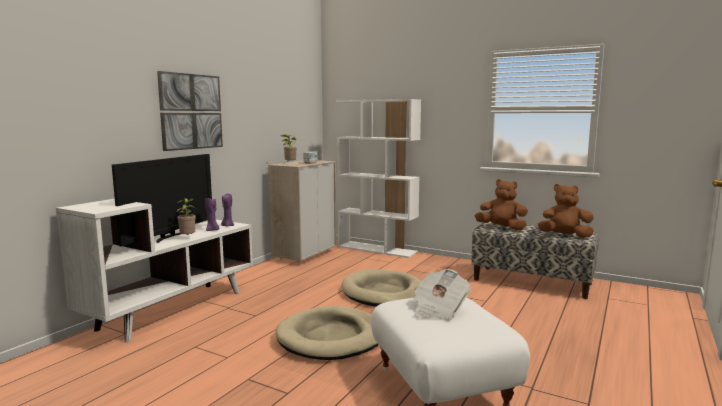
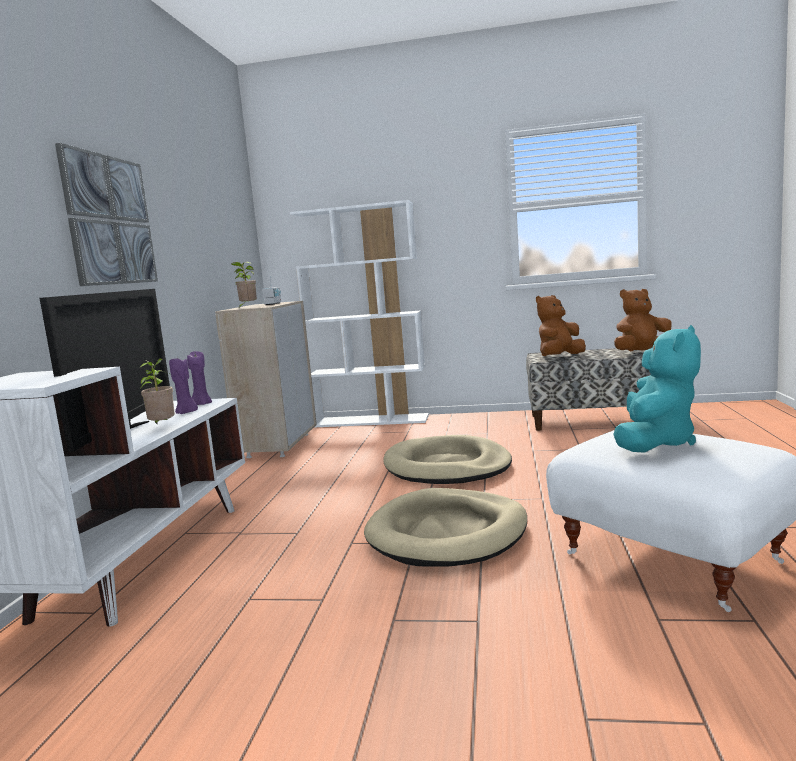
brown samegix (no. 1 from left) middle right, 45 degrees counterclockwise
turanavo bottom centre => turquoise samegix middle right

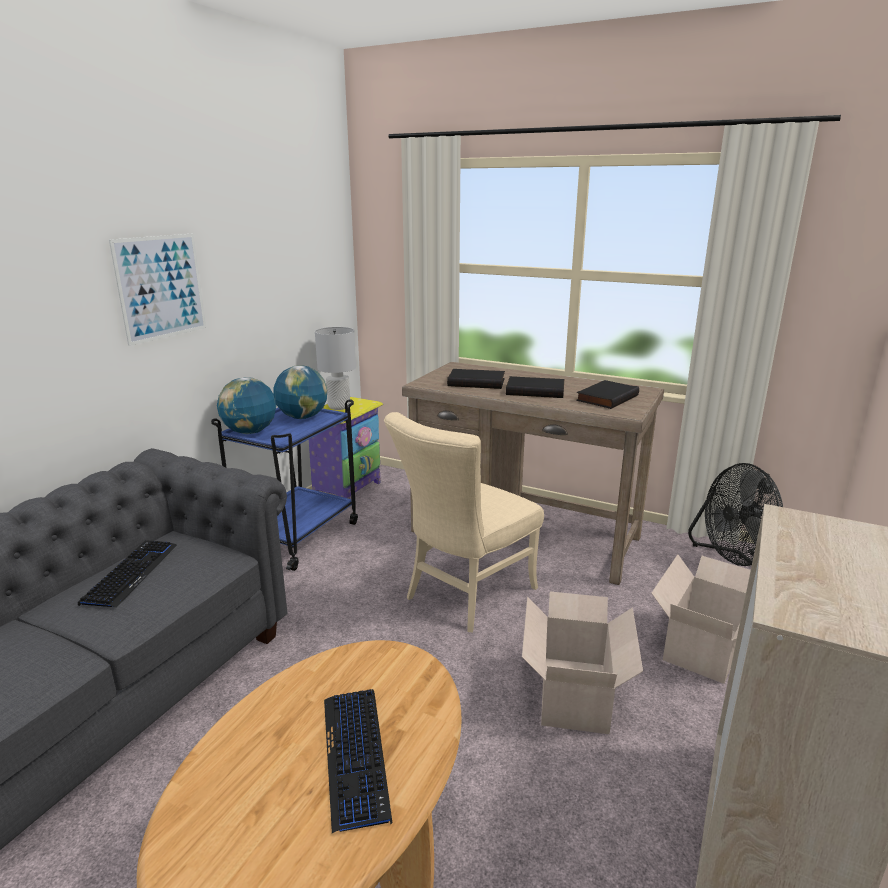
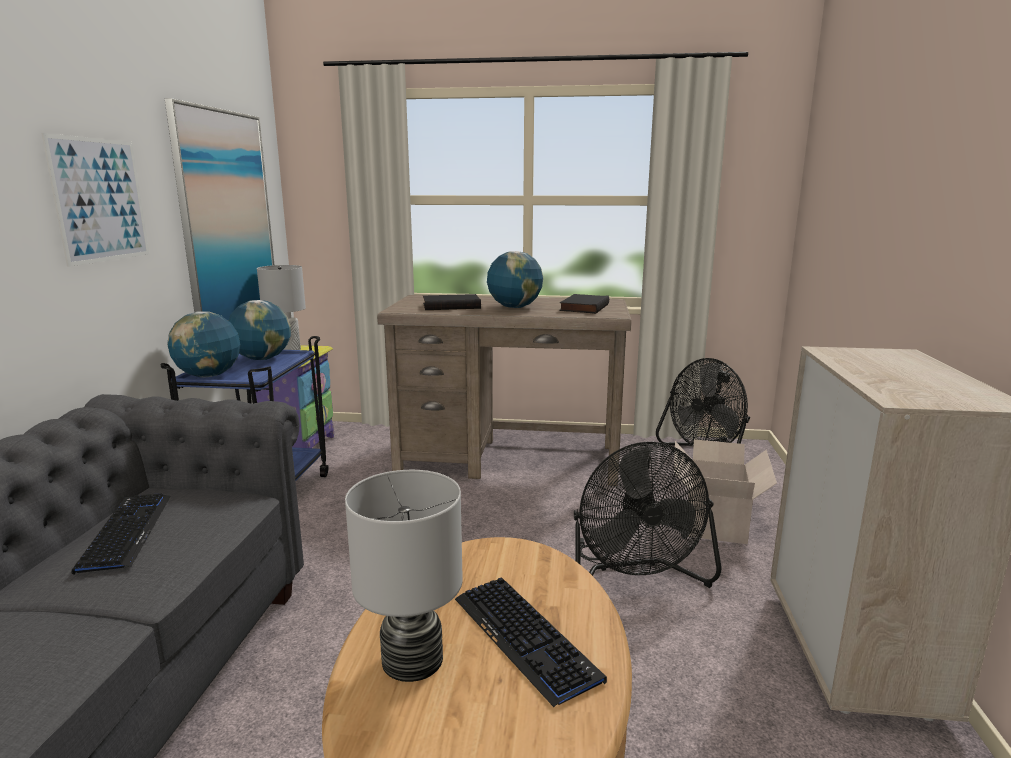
nothing => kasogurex (no. 2 from left) top left
nothing => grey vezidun (no. 2 from left) bottom centre
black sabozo (no. 2 from left) centre => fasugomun (no. 3 from left) centre
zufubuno (no. 1 from left) bottom centre => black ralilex (no. 1 from left) bottom centre
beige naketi centre => nothing

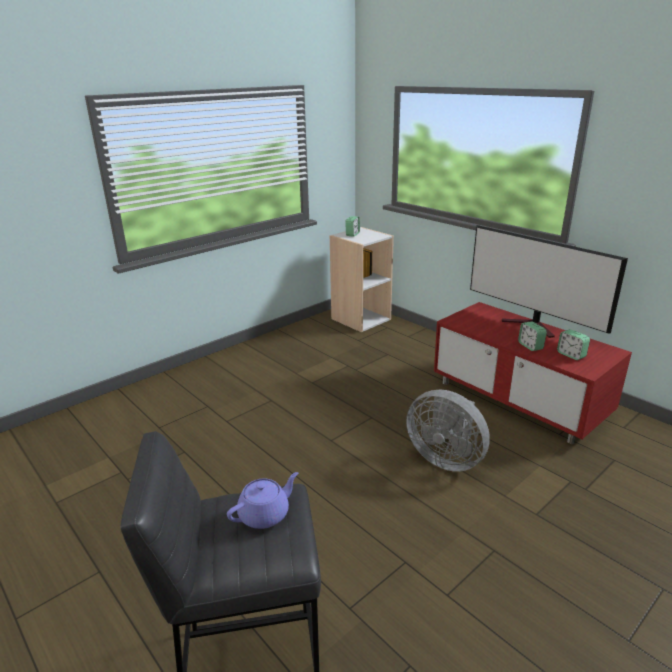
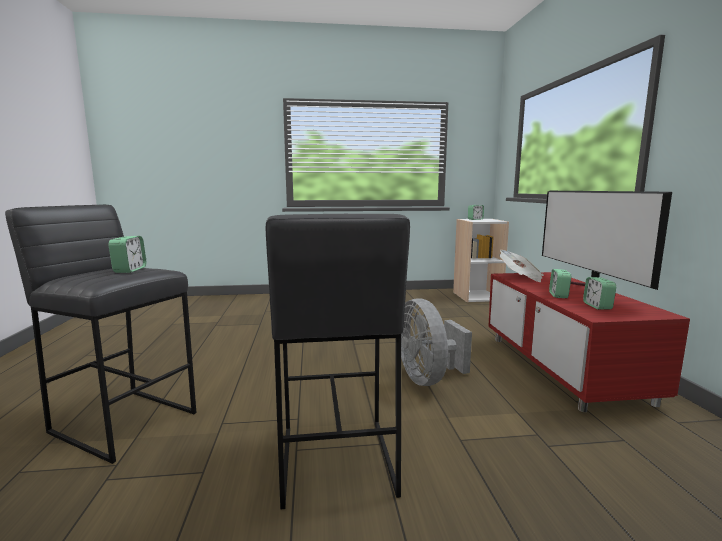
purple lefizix bottom centre => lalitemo (no. 1 from left) middle left
nothing => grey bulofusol (no. 2 from left) bottom centre
nothing => turanavo middle right

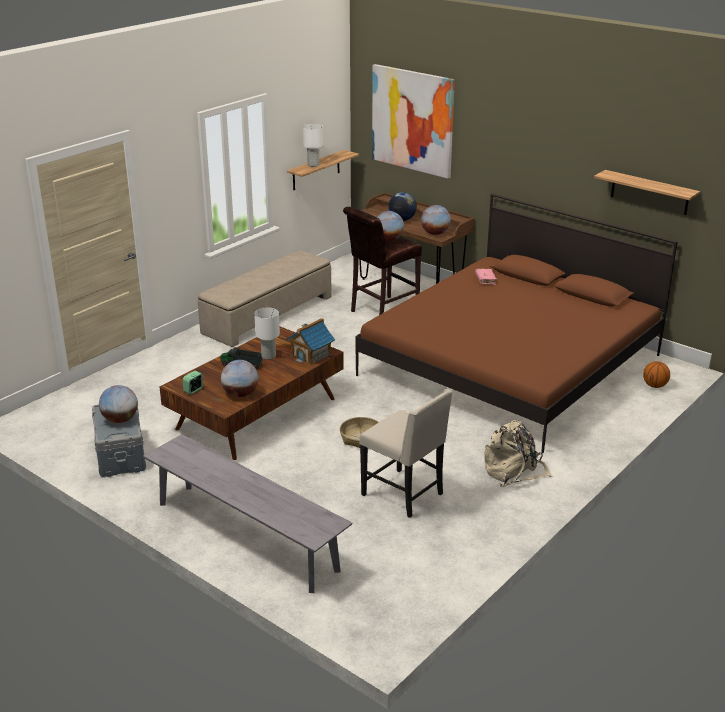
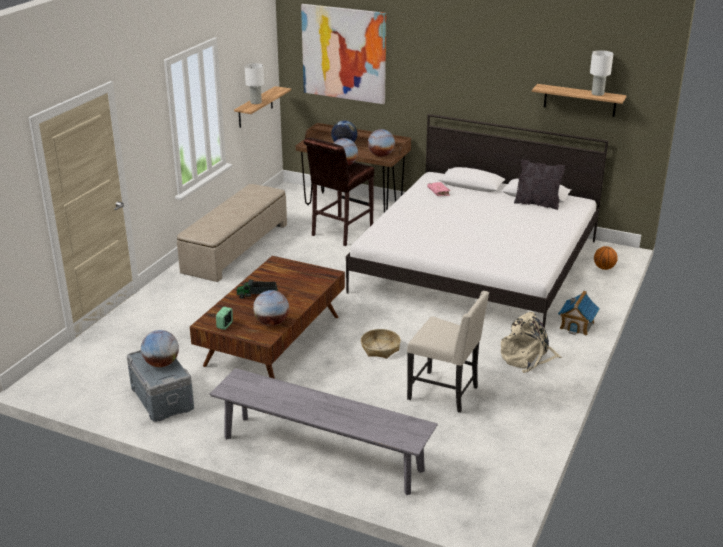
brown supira middle right => white supira centre
nothing => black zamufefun middle right
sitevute centre => sitevute middle right, shifted
white vezidun (no. 1 from left in the first image) centre => white vezidun (no. 2 from left) top right, shifted

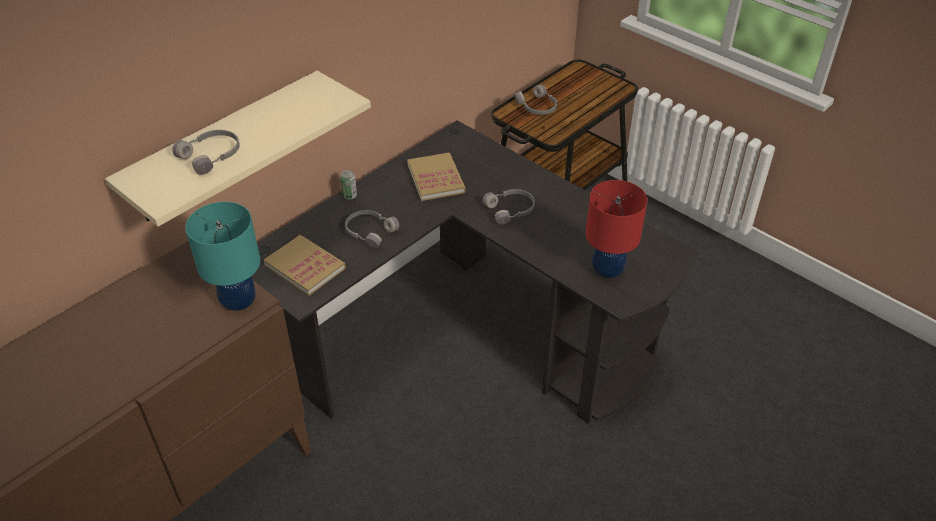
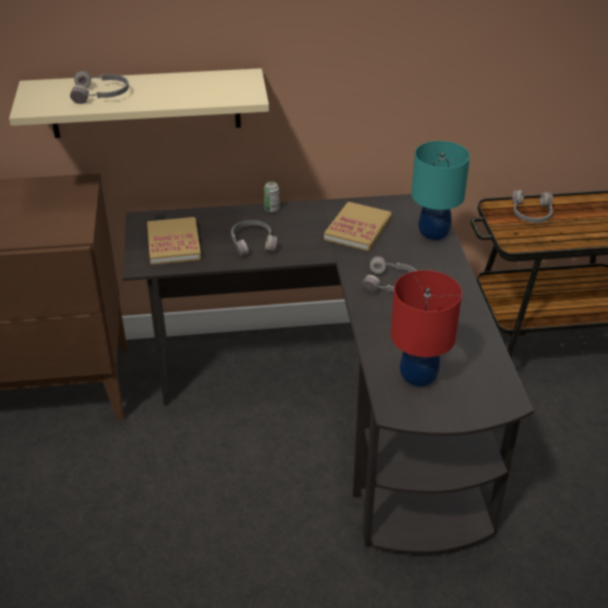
turquoise vezidun middle left => turquoise vezidun top right, shifted

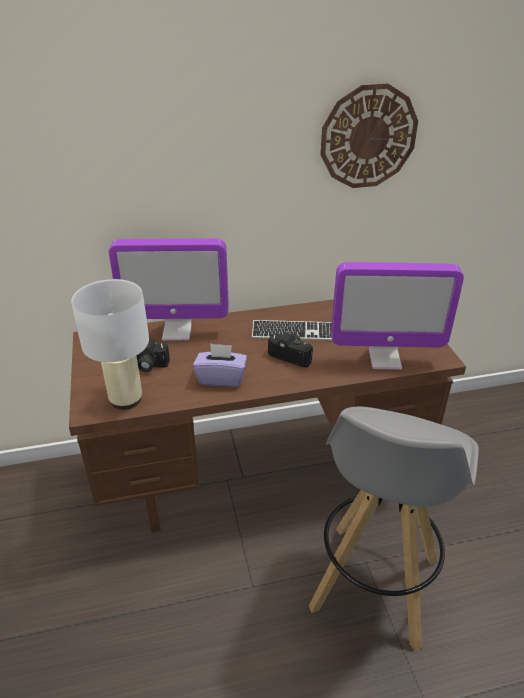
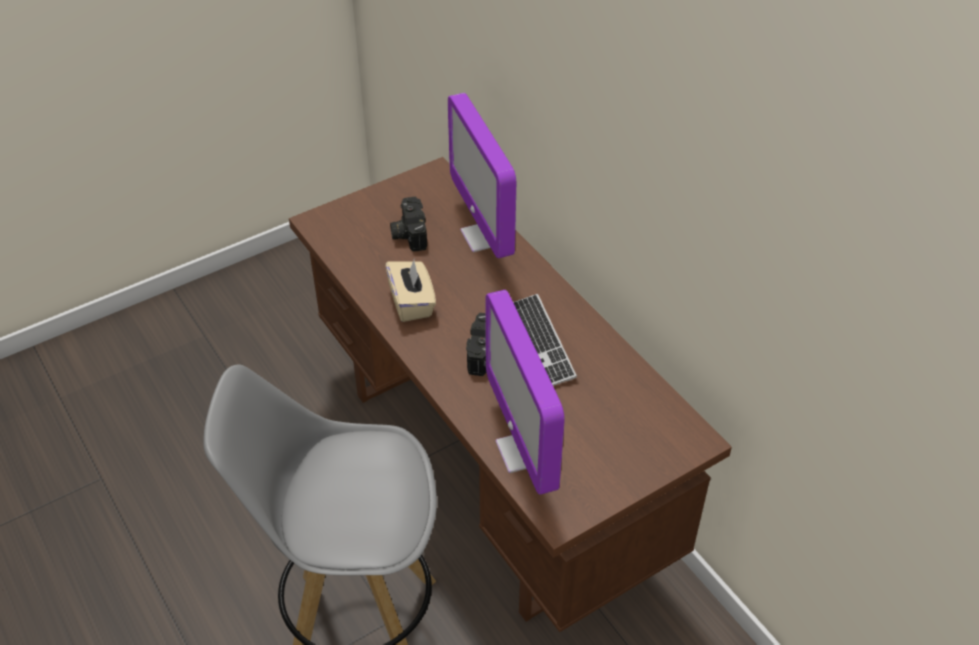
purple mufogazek centre => beige mufogazek centre
white vezidun middle left => nothing
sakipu top right => nothing

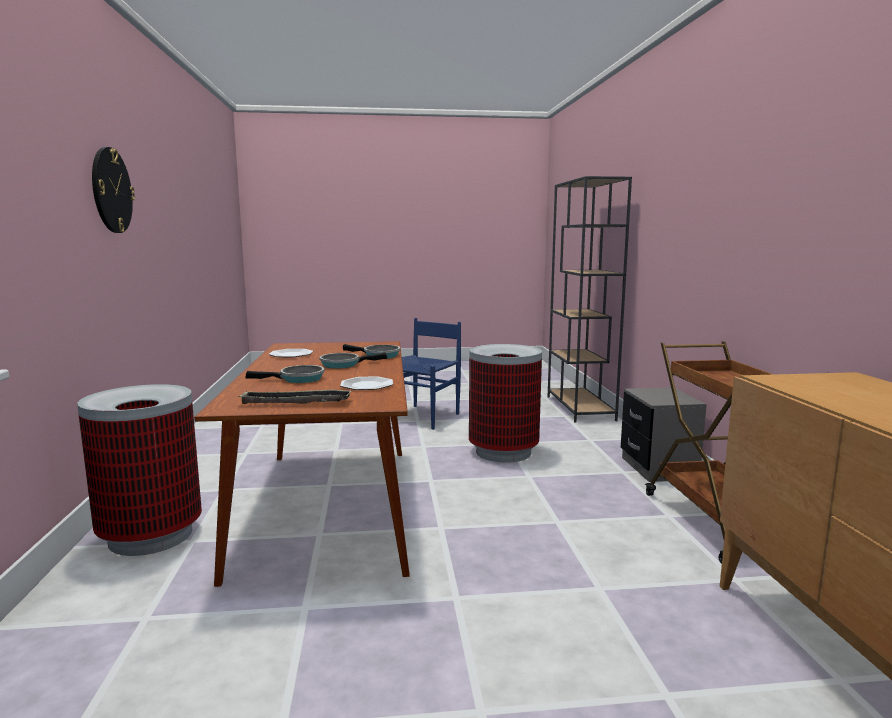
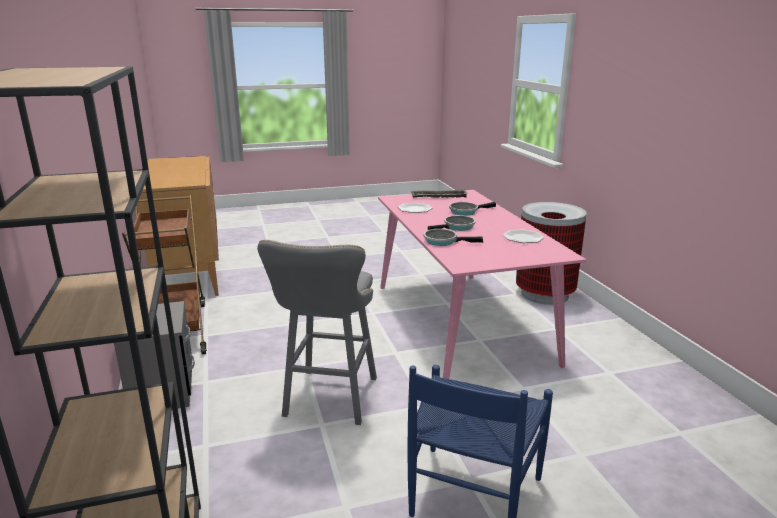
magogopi (no. 2 from left) centre => grey bulofusol centre
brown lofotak centre => pink lofotak centre
sakipu top left => nothing

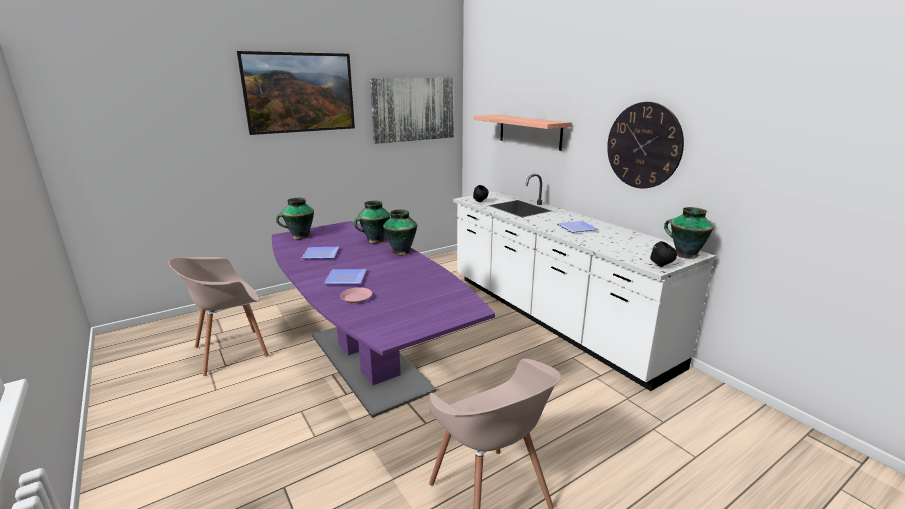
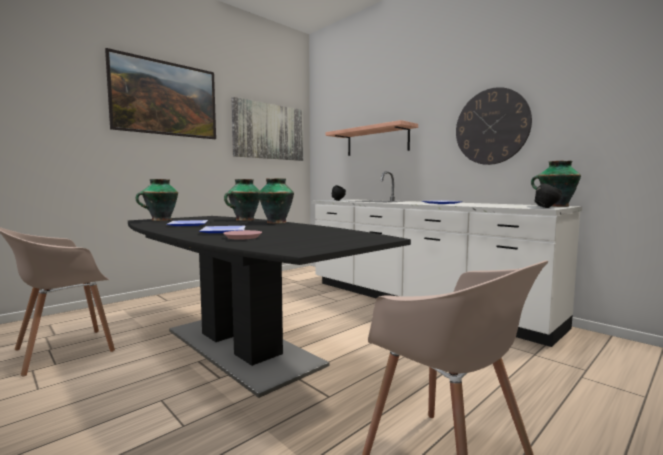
purple lofotak centre => black lofotak bottom centre

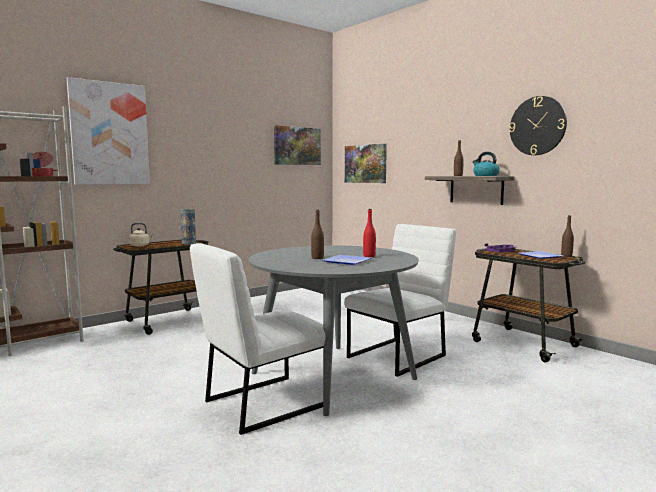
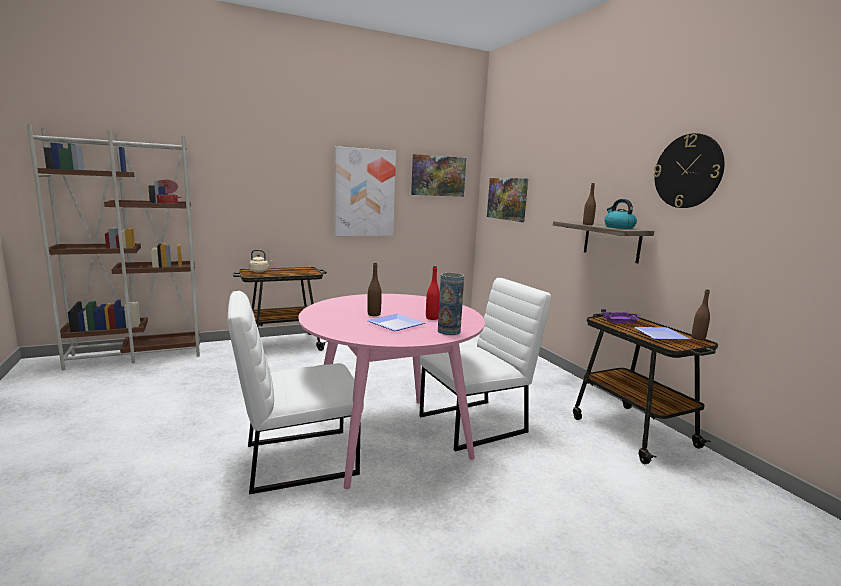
grey lofotak bottom centre => pink lofotak bottom centre
kasogurex (no. 1 from left) top left => kasogurex (no. 1 from left) top centre, shifted
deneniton middle left => deneniton centre, shifted

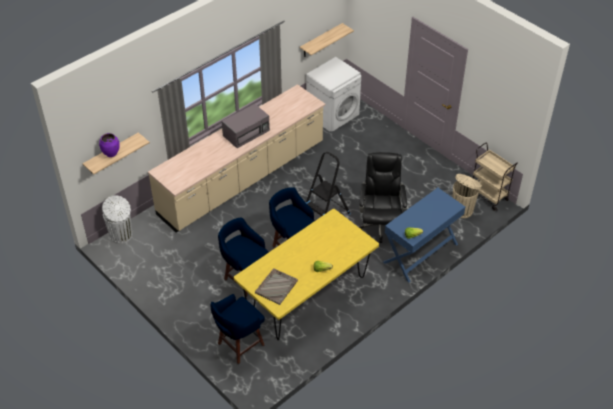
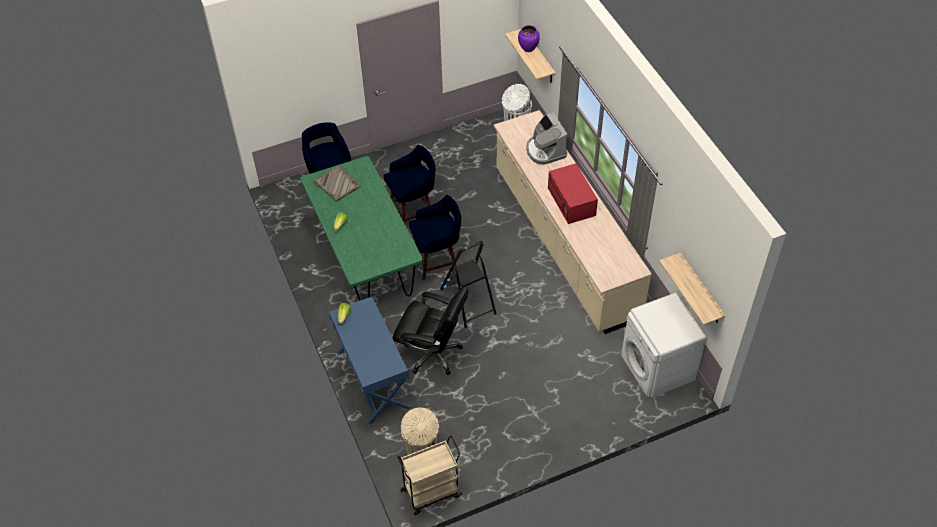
yellow lofotak bottom centre => green lofotak centre
nothing => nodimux top centre
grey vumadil top centre => red vumadil centre

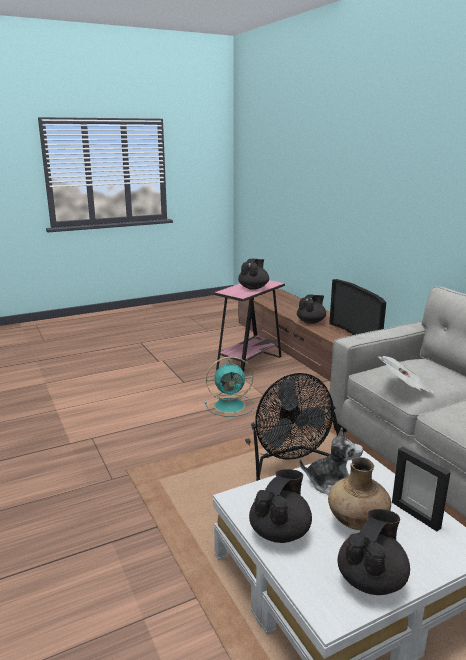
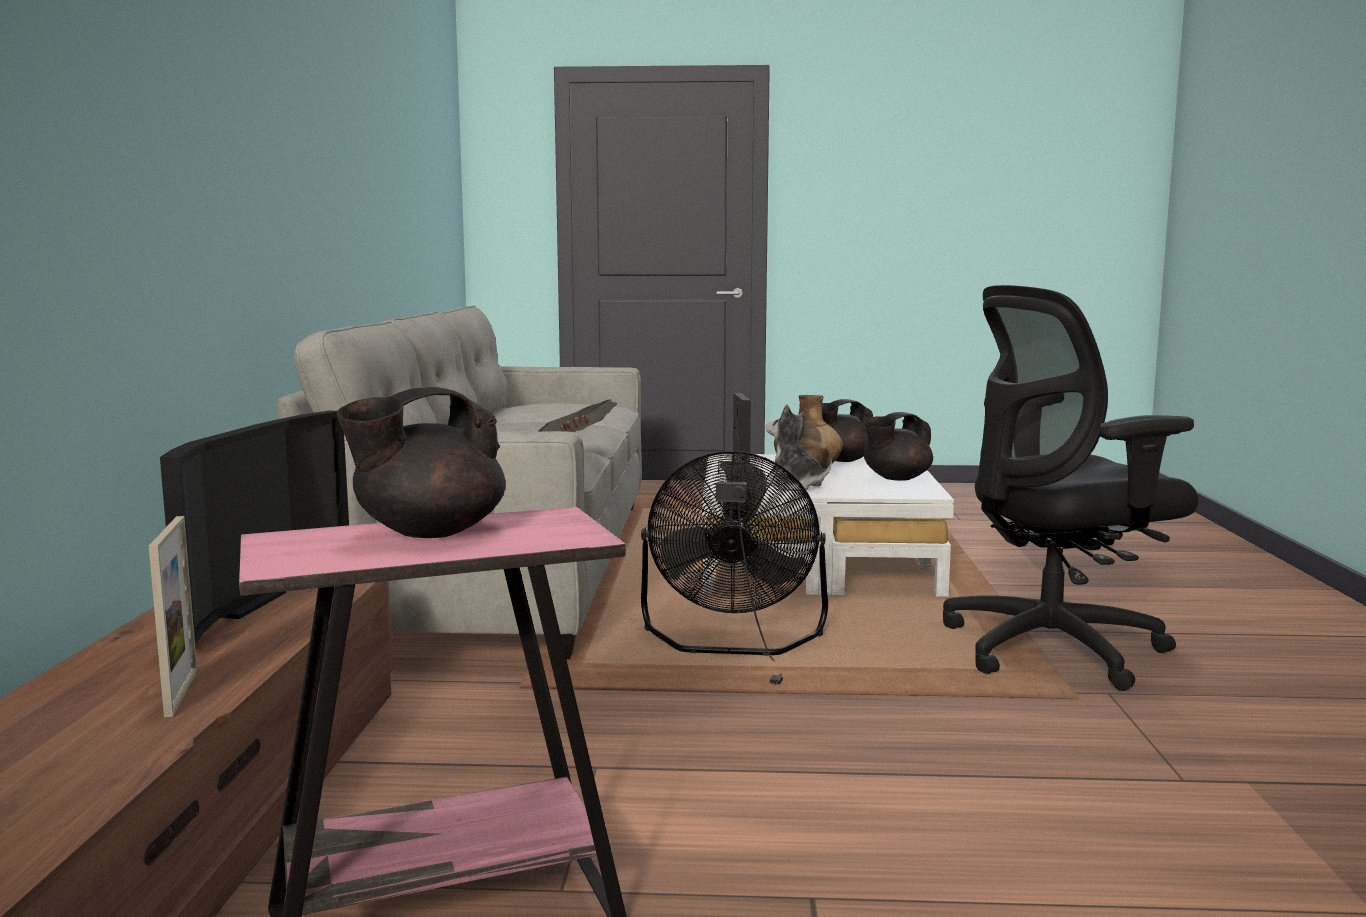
black lefizix (no. 3 from left) middle right => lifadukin (no. 1 from left) bottom left
nothing => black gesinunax middle right
turquoise ralilex centre => nothing

